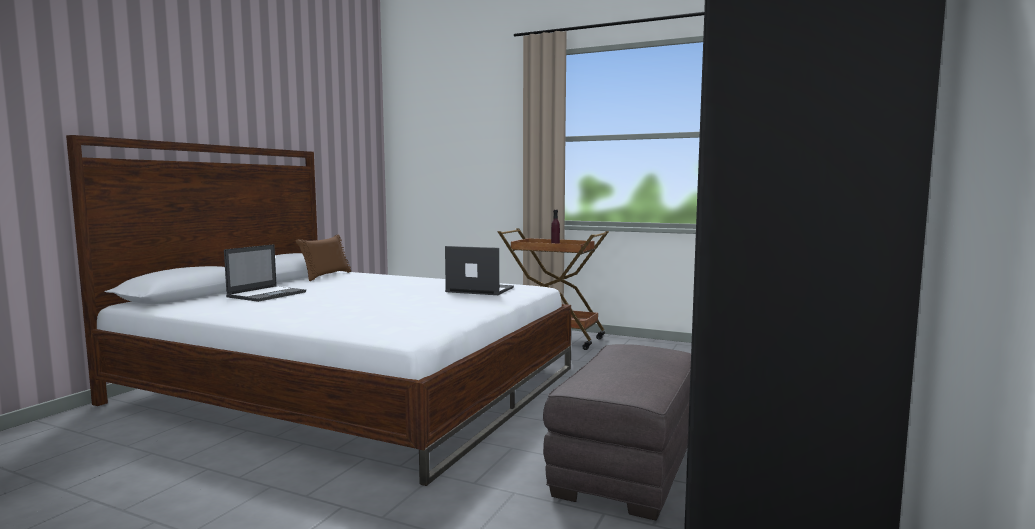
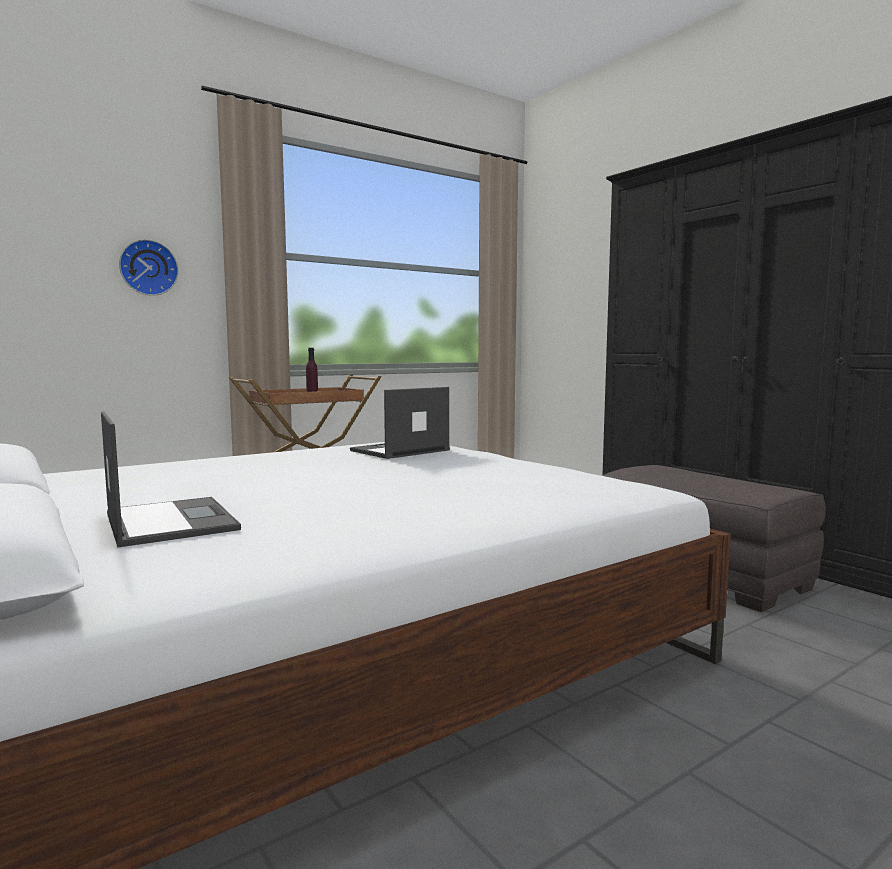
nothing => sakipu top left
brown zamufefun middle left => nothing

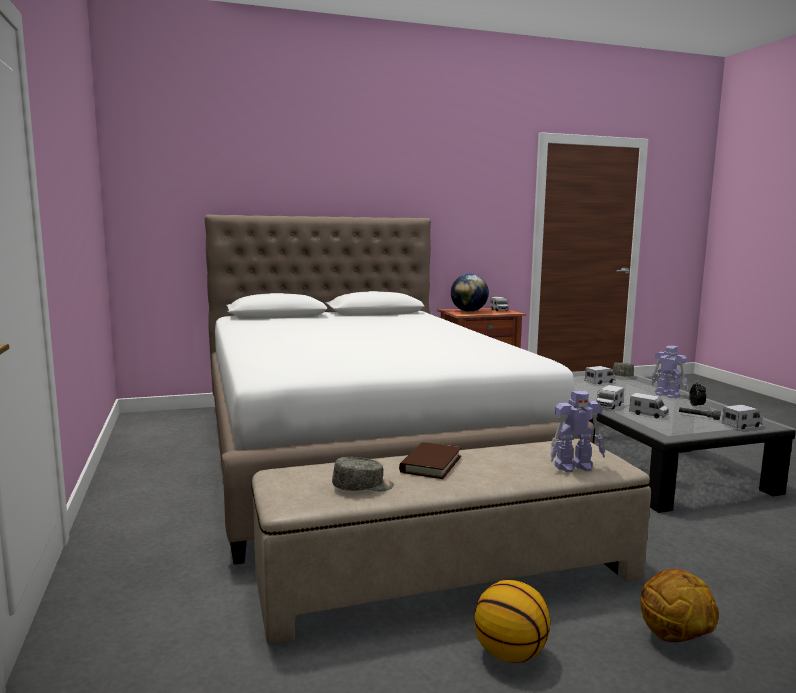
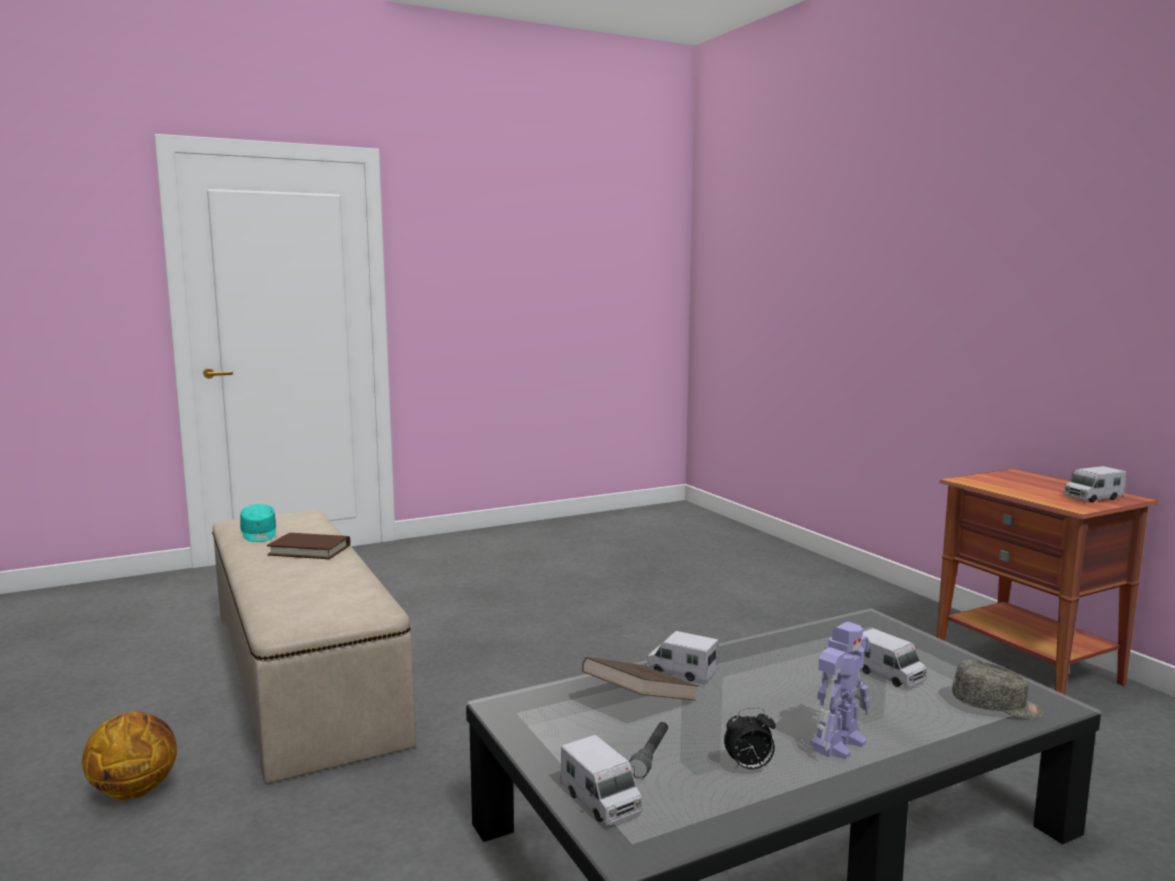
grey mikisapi (no. 1 from left) bottom centre => turquoise mikisapi middle left
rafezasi (no. 4 from left) middle right => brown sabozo (no. 2 from left) bottom centre
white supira centre => nothing
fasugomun centre => nothing
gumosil (no. 1 from left) bottom centre => nothing
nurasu (no. 1 from left) middle right => nothing

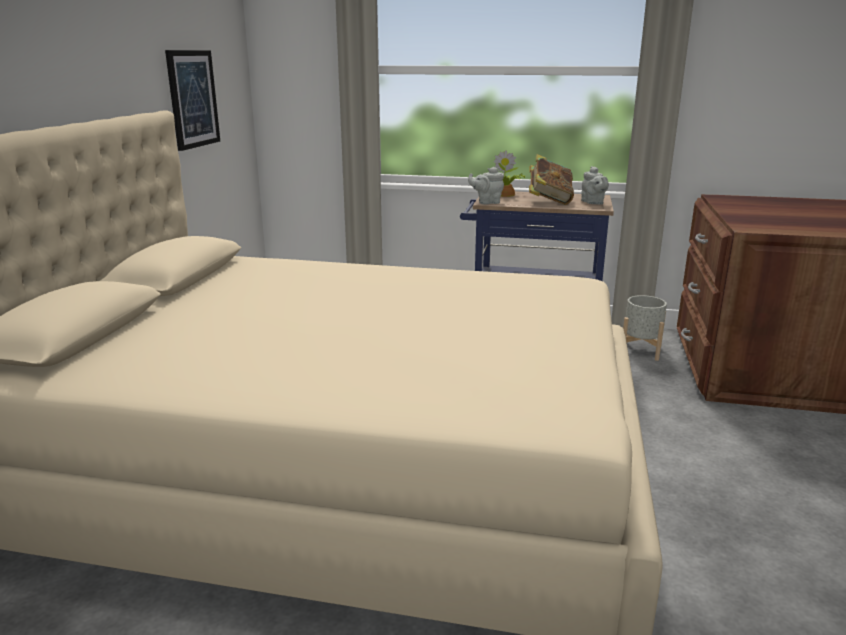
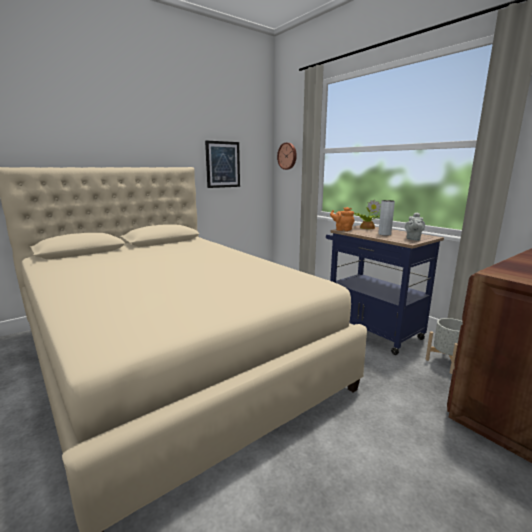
nothing => sakipu top centre
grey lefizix (no. 1 from left) top centre => orange lefizix centre
sabozo top centre => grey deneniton middle right

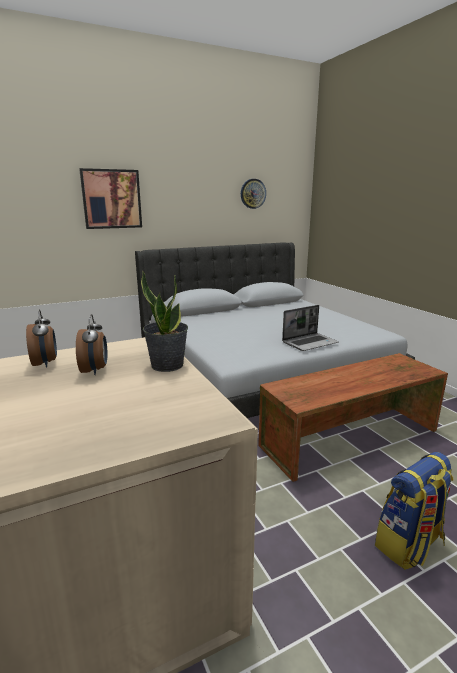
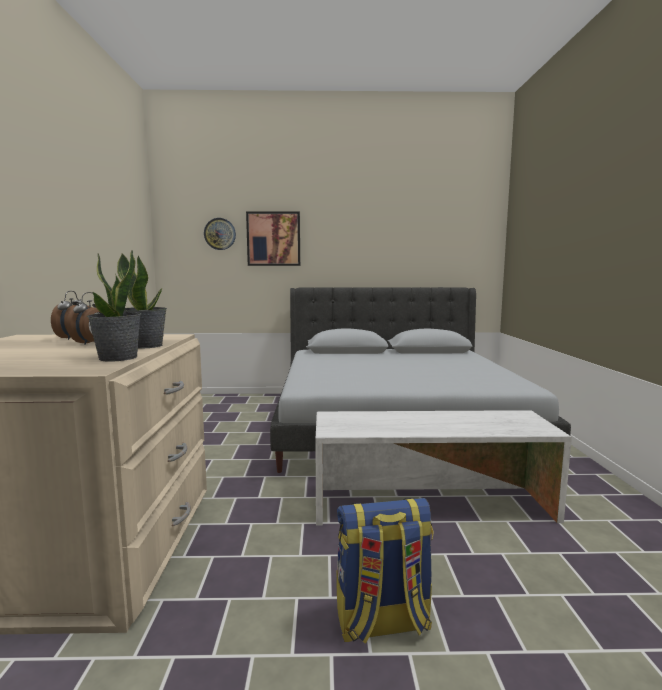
nothing => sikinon (no. 1 from left) middle left
sakipu top centre => sakipu middle left, shifted
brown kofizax middle right => white kofizax bottom right
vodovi middle right => nothing

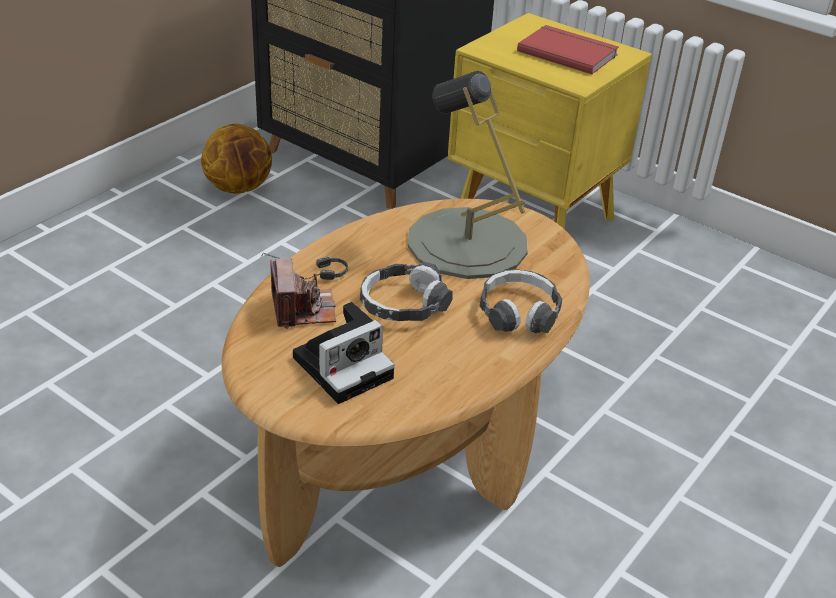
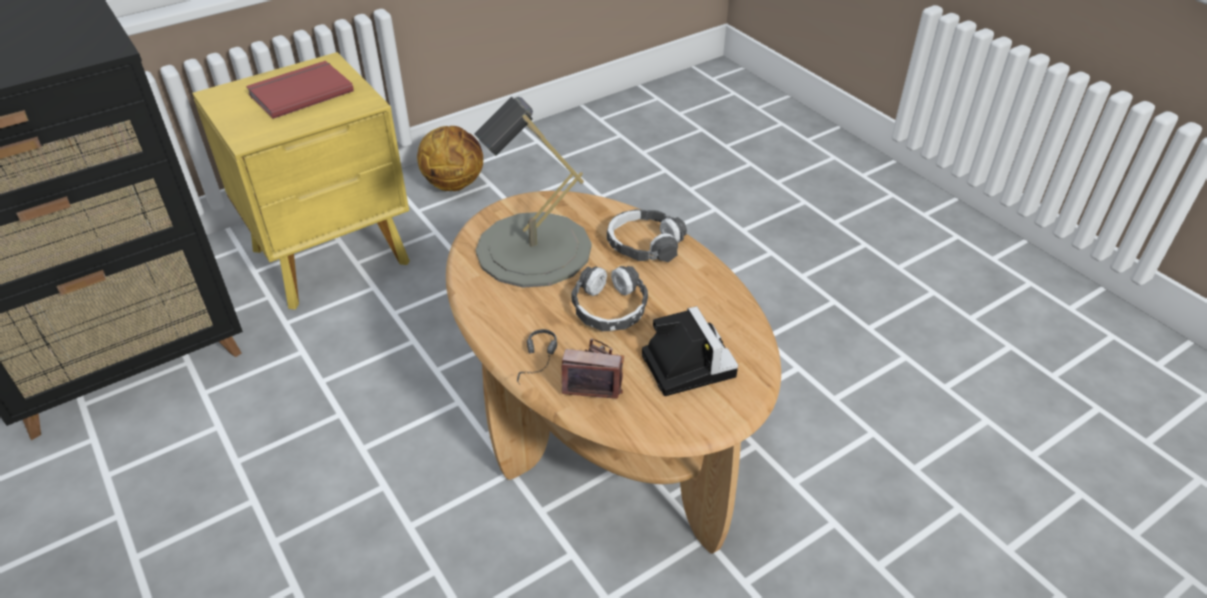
gumosil top left => gumosil top centre, shifted

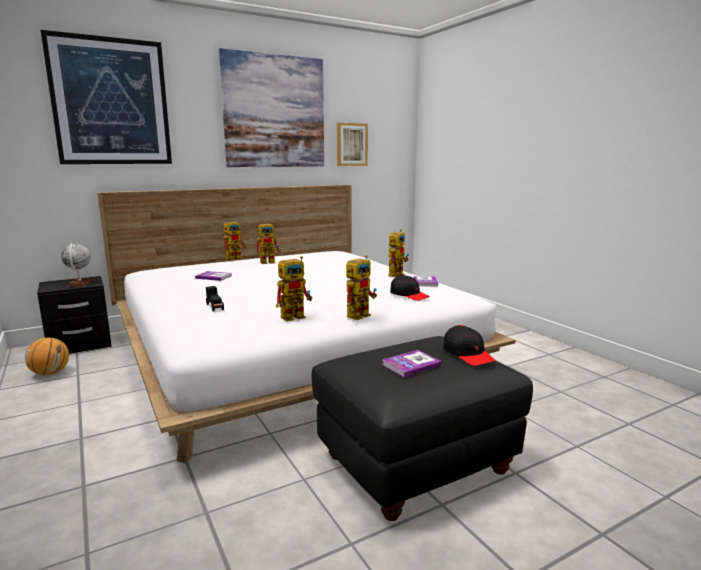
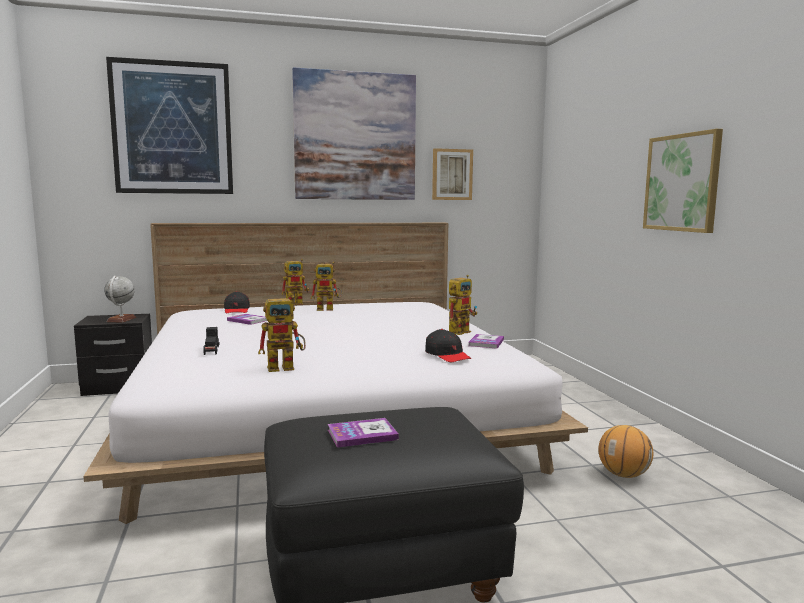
black mikisapi (no. 2 from left in the first image) middle right => black mikisapi (no. 1 from left) middle left, shifted
gumosil middle left => gumosil bottom right, shifted
nothing => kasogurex (no. 4 from left) top right
nurasu (no. 4 from left) centre => nothing

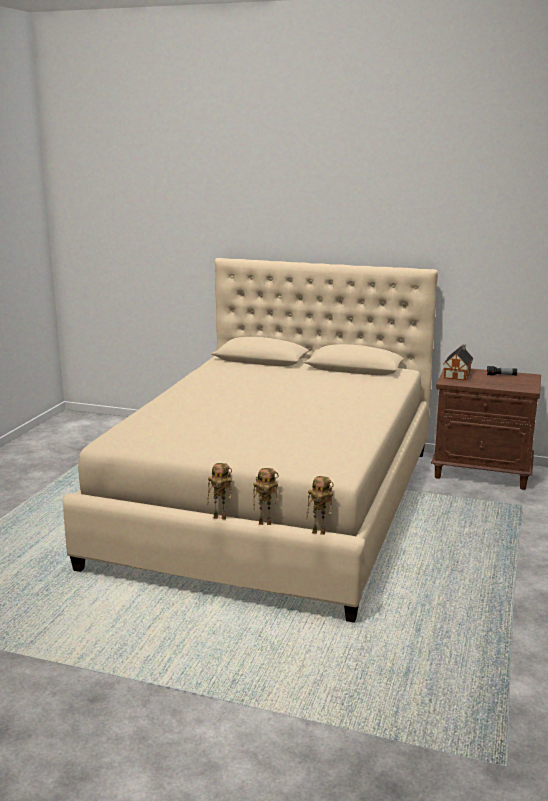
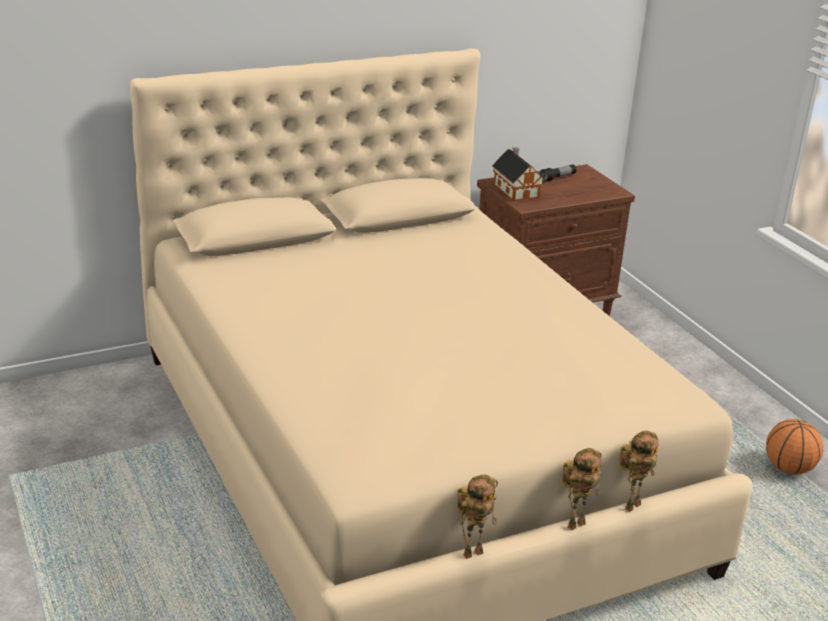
nurasu (no. 3 from left in the first image) centre => nurasu (no. 1 from left) bottom centre, shifted
nothing => gumosil bottom right

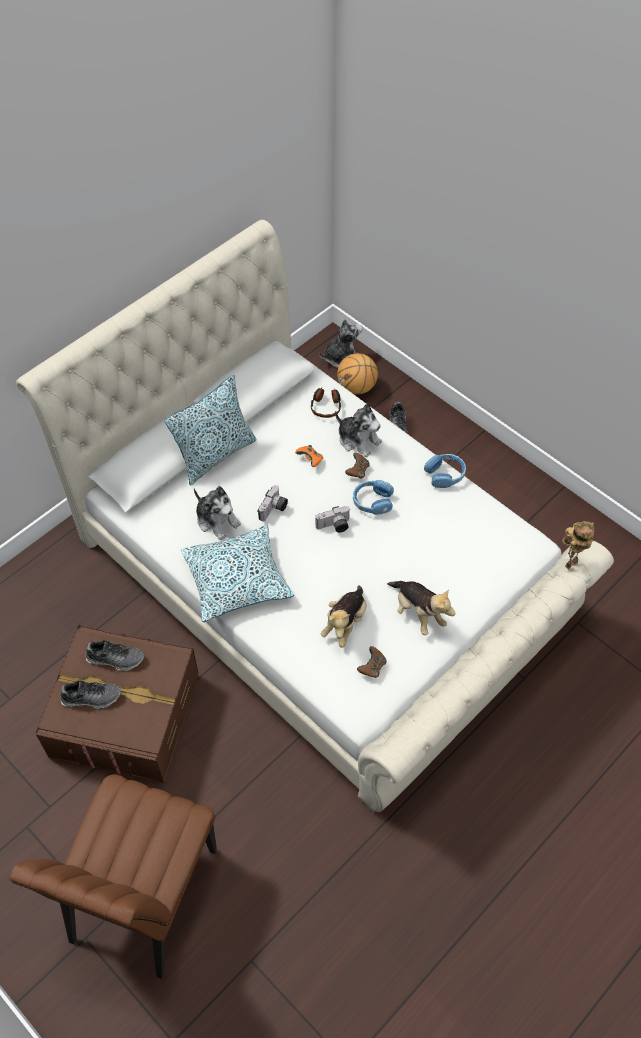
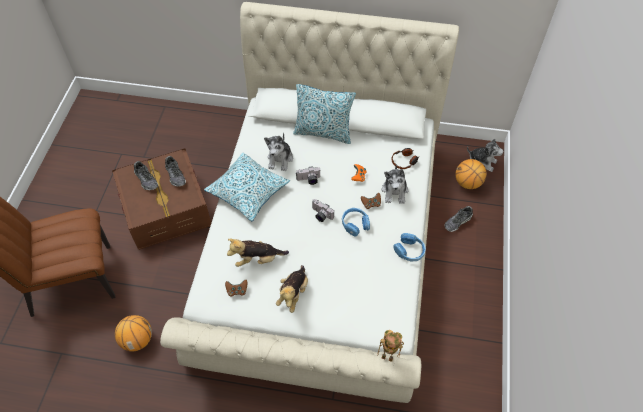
nothing => gumosil (no. 1 from left) bottom left

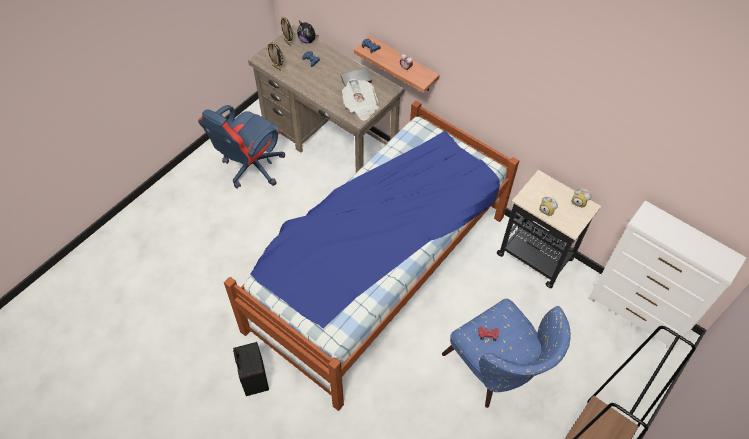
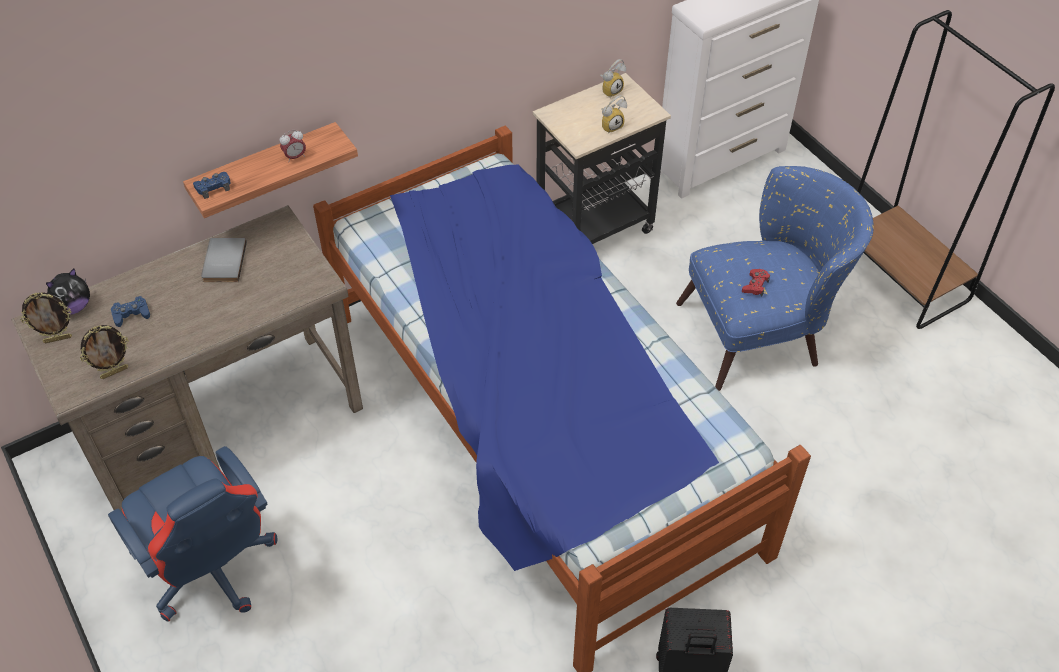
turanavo top centre => nothing

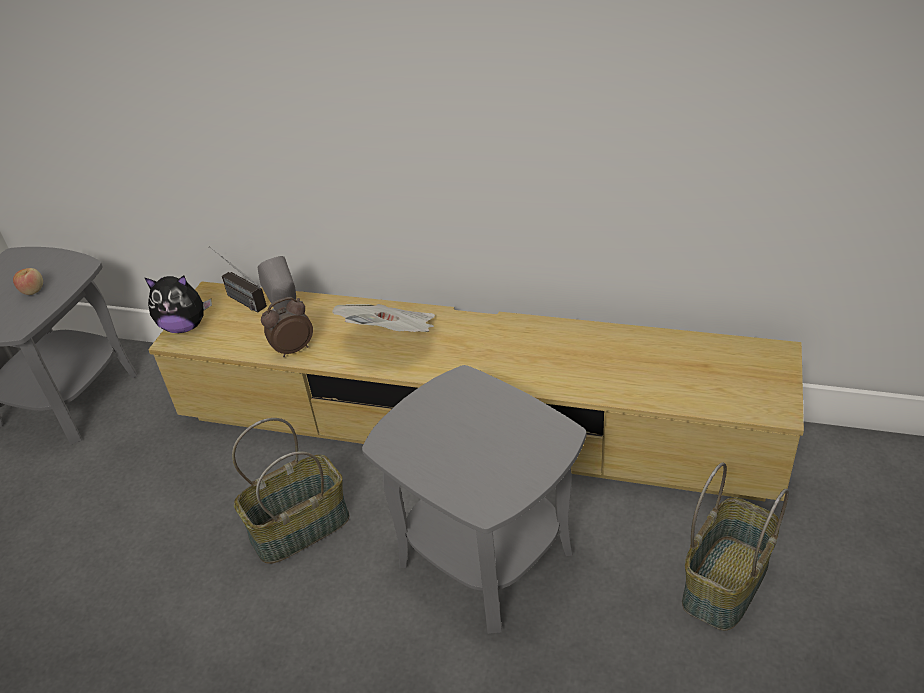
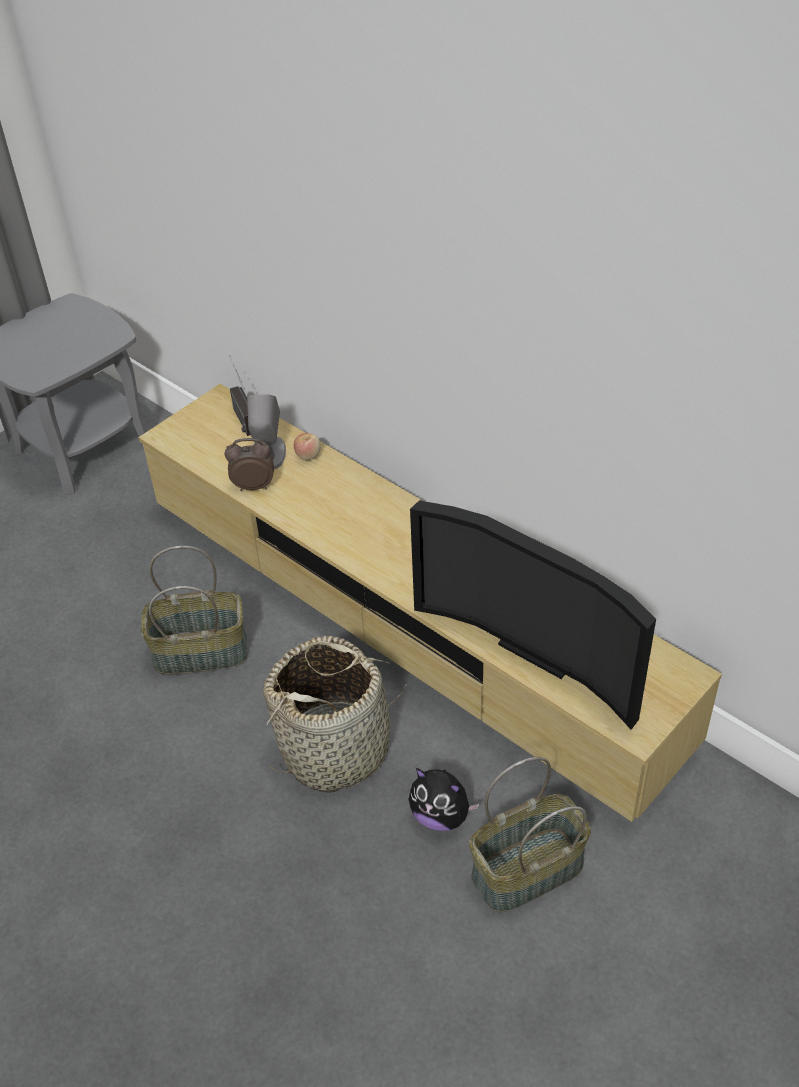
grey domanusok (no. 2 from left) bottom centre => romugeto (no. 2 from left) centre
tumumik middle left => tumumik centre, shifted
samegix middle left => samegix bottom centre, shifted
nothing => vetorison middle right
turanavo centre => nothing

